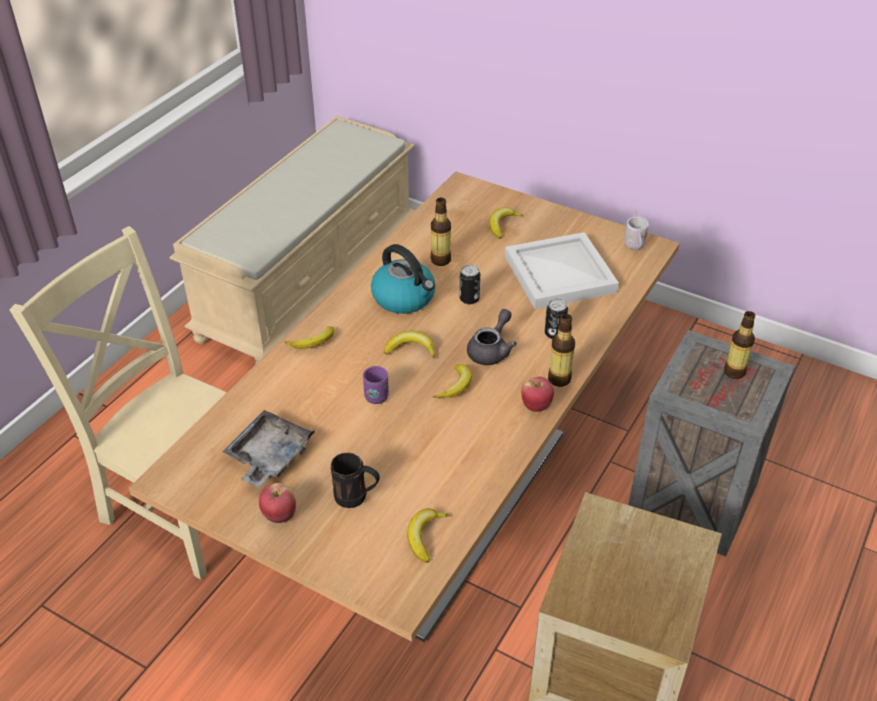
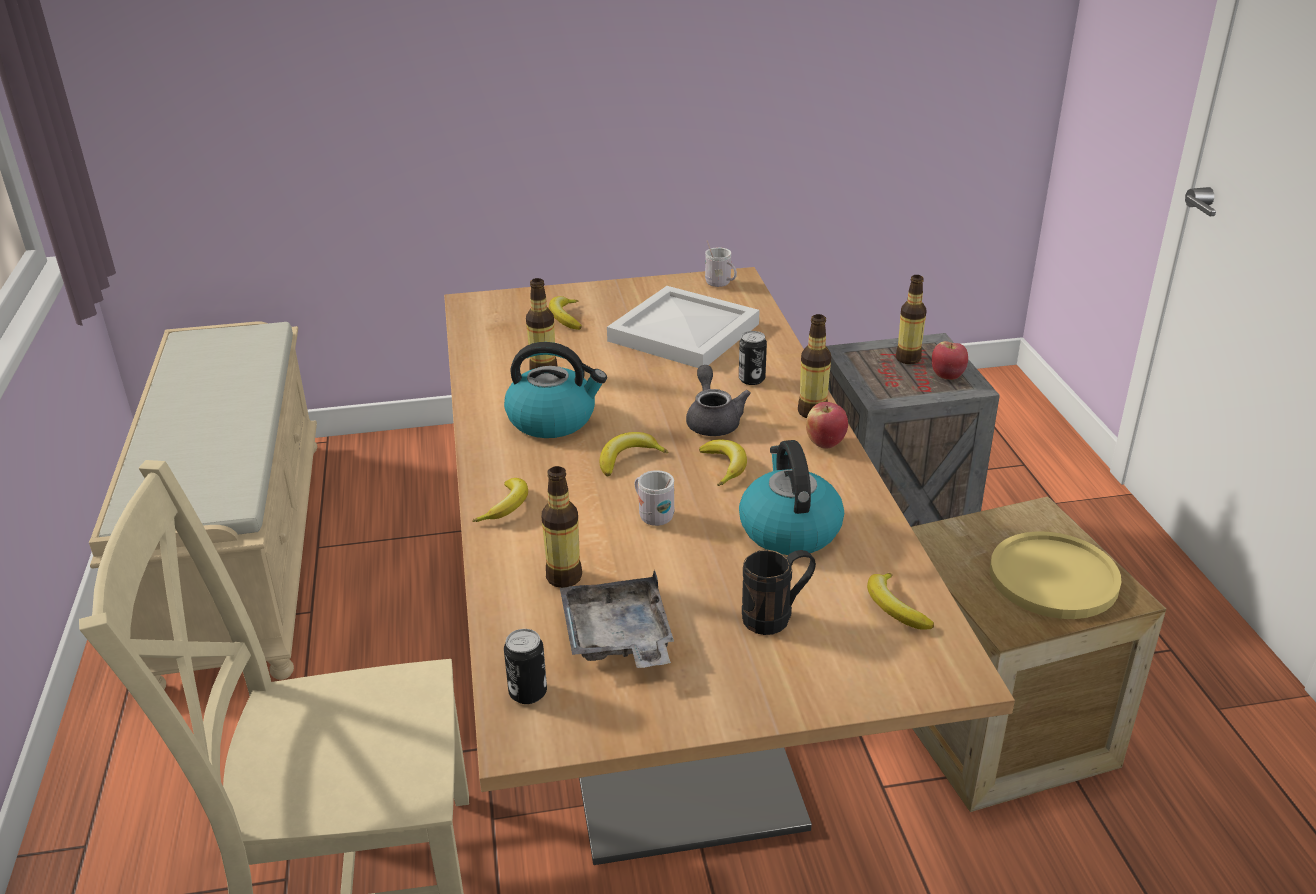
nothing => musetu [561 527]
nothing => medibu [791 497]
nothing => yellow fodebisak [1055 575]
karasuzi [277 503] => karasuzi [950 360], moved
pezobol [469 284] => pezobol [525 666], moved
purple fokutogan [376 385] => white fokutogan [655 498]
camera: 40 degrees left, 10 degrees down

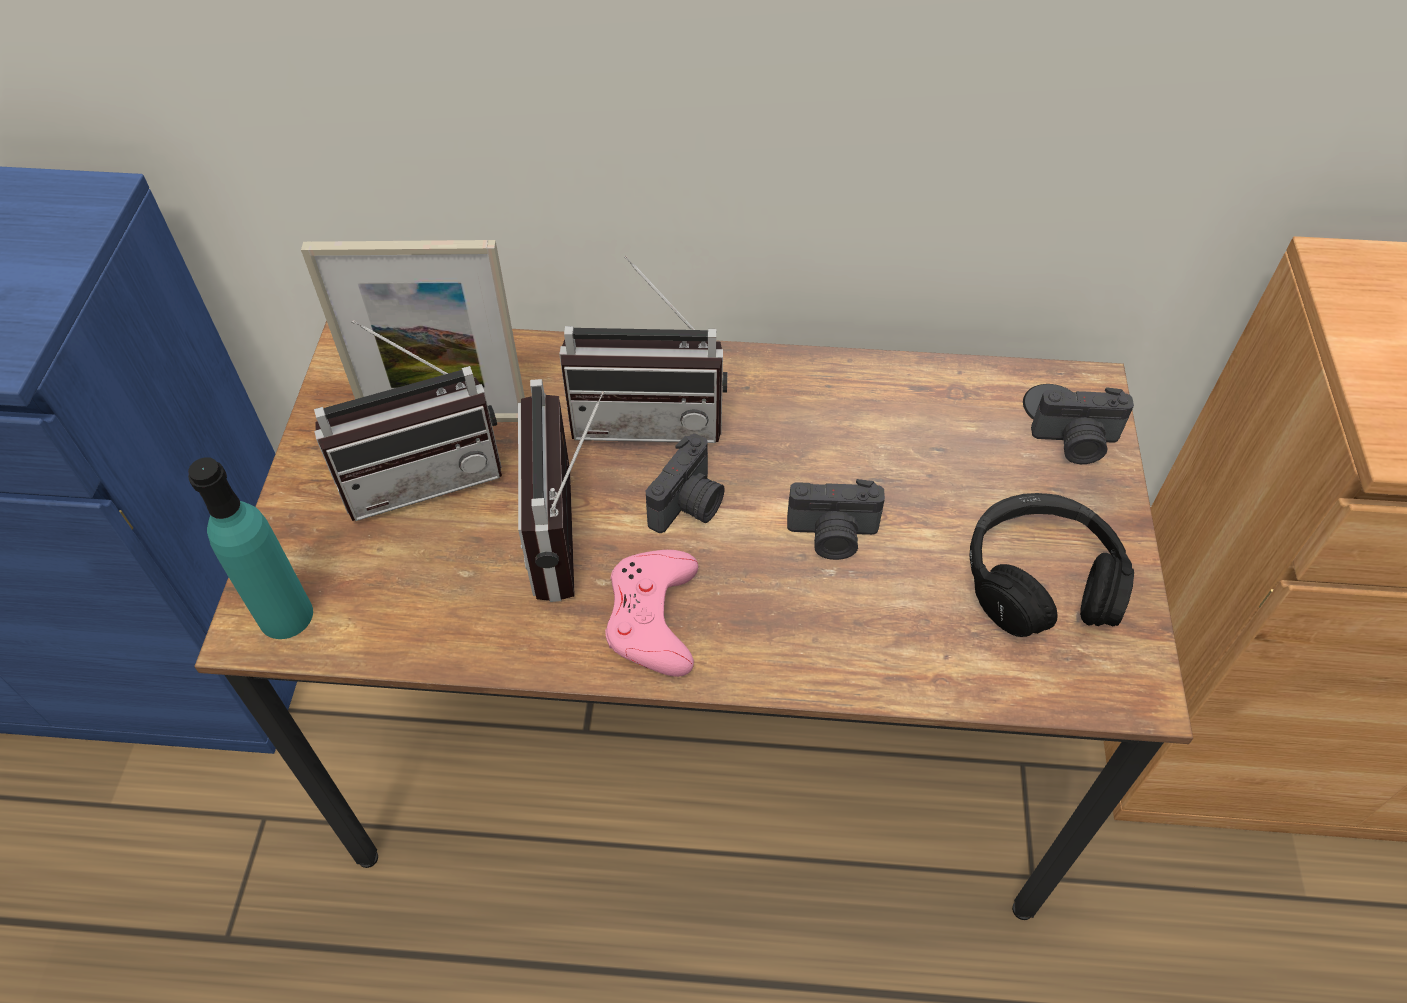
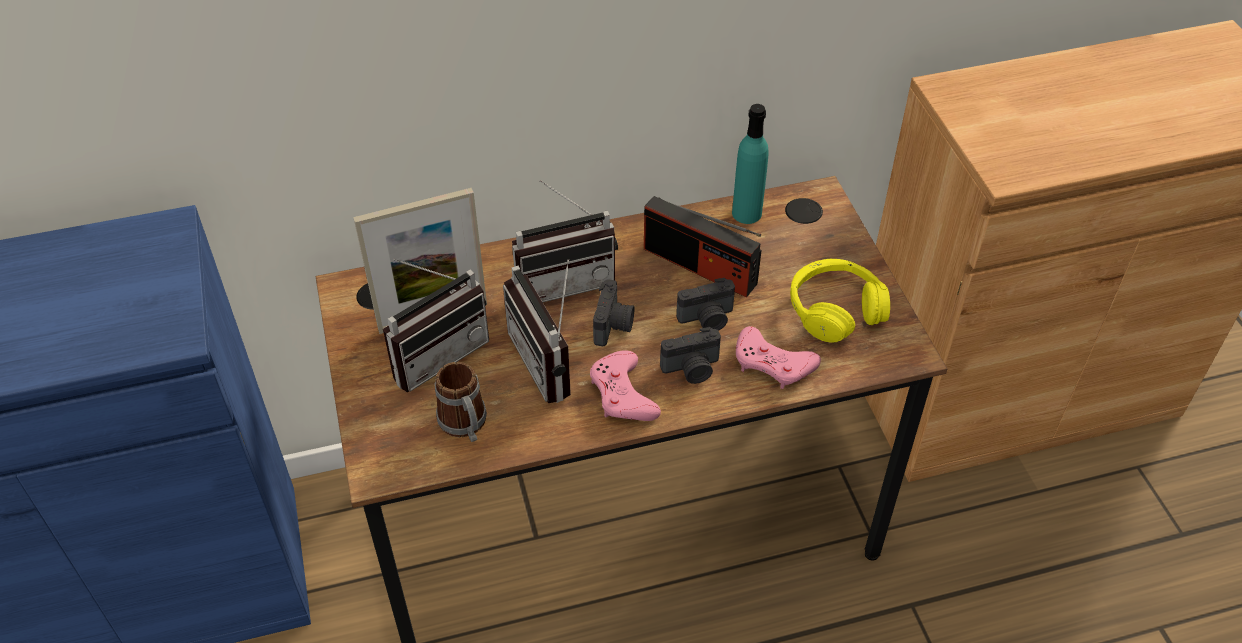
nothing => fokutogan [461 402]
nothing => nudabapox [703 247]
nothing => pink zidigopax [778 357]
turquoise musetu [250 548] => turquoise musetu [750 164], moved
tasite [1082 425] => tasite [690 355], moved
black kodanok [1051 565] => yellow kodanok [840 301]
camera: 20 degrees left, 5 degrees down

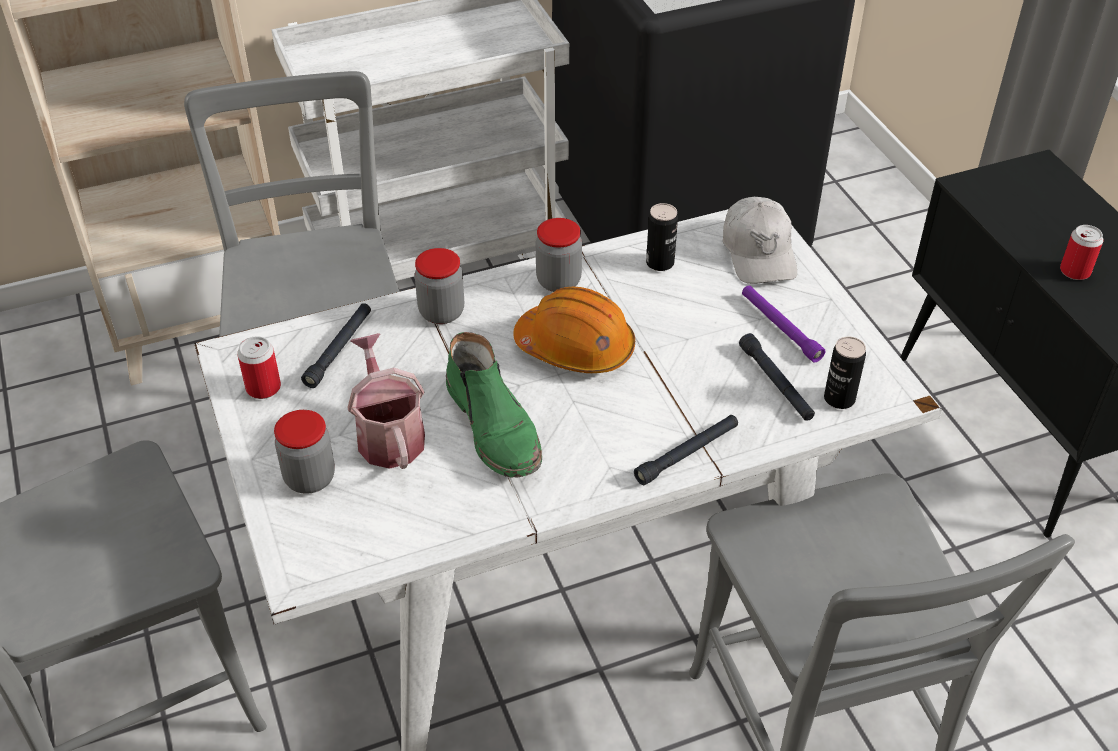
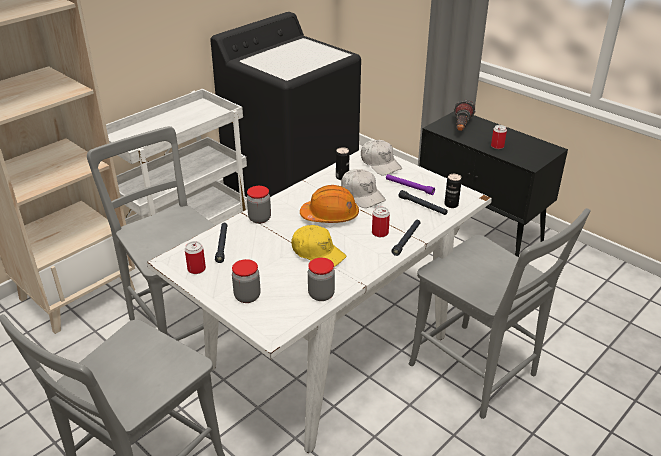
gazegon [386 401] => nothing
nothing => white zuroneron [363 188]
nothing => pezobol [381 222]
nothing => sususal [465 115]
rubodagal [559 255] => rubodagal [321 279], moved
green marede [494 405] => yellow zuroneron [319 246]
camera: 25 degrees left, 10 degrees down

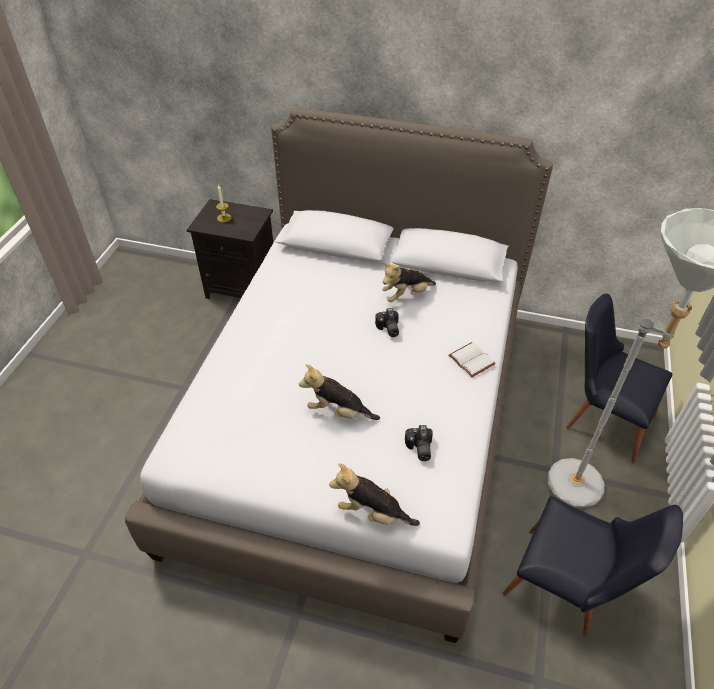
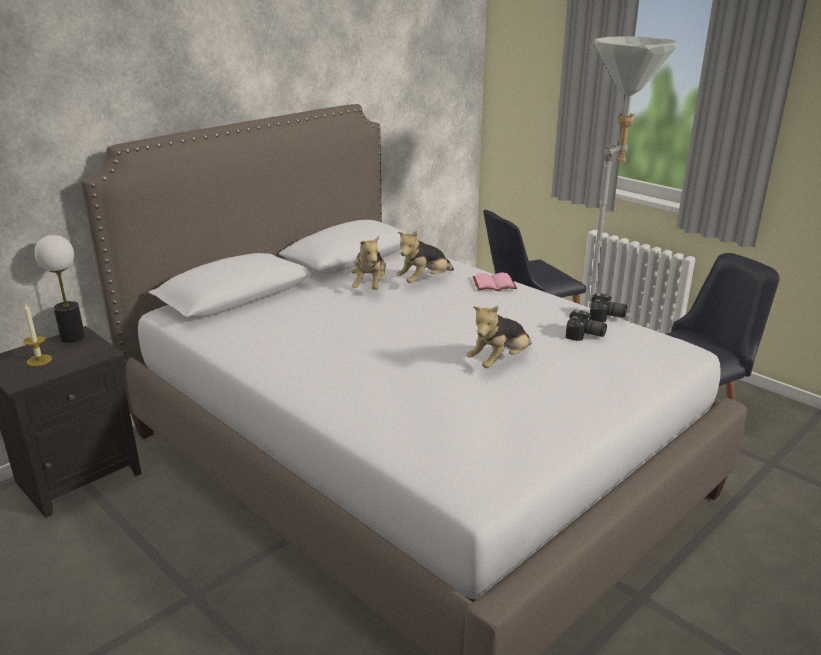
nothing => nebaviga [59 289]
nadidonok [374 494] => nadidonok [425 257], moved
tasite [387 322] => tasite [608 307], moved
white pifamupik [472 359] => pink pifamupik [495 281]
camera: 60 degrees left, 20 degrees down

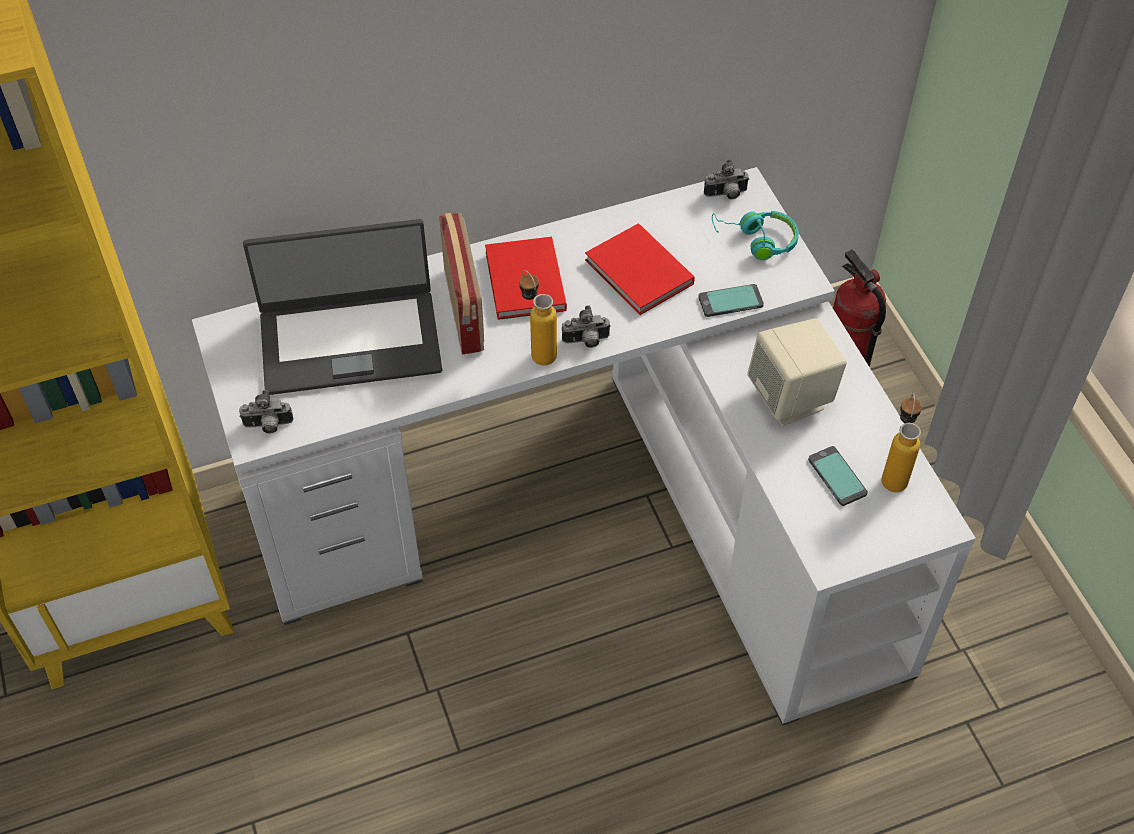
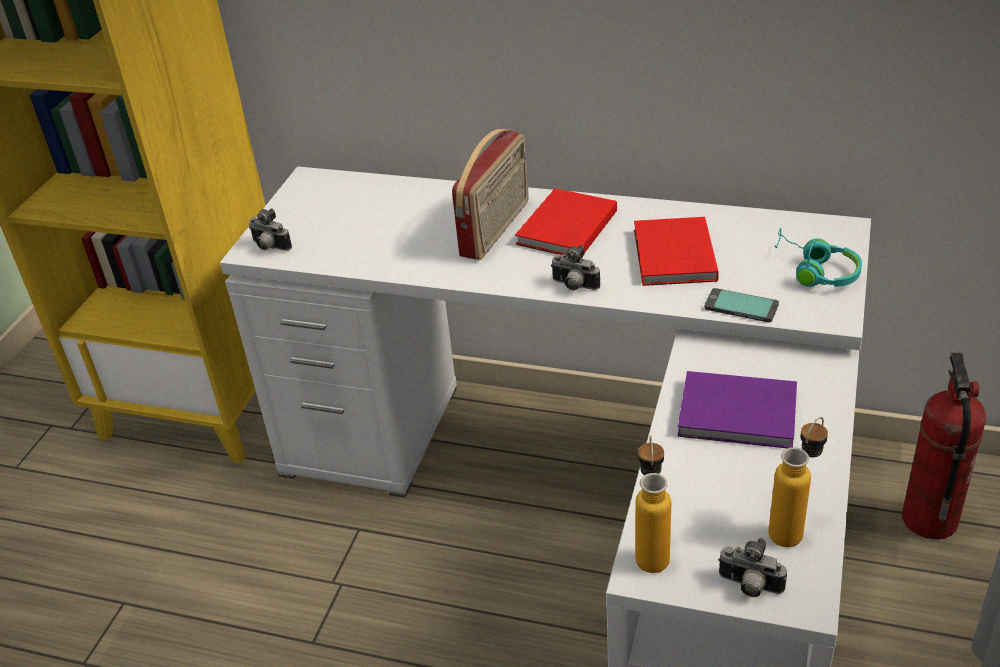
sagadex [342 307] => nothing
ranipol [838 476] => nothing
musetu [538 317] => musetu [653 504], moved
tasite [726 179] => tasite [752 567], moved
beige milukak [797 372] => purple pifamupik [737 409]
camera: 40 degrees right, 15 degrees down

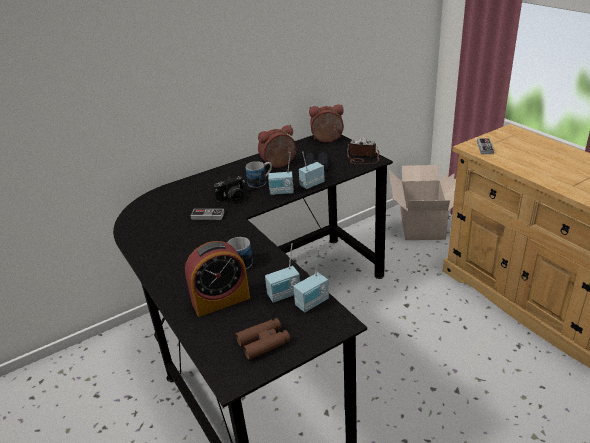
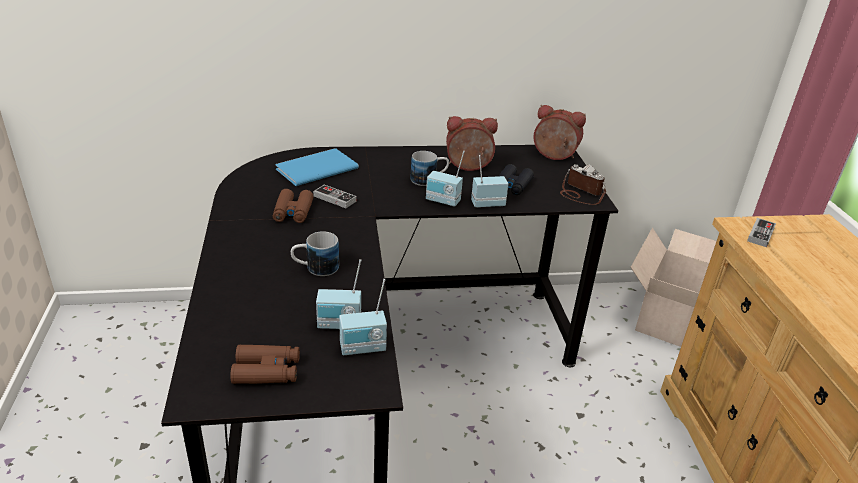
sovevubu [217 279] => nothing
tasite [229 189] => nothing
nothing => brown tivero [293 206]
nothing => blue pifamupik [317 167]
camera: 20 degrees right, 0 degrees up

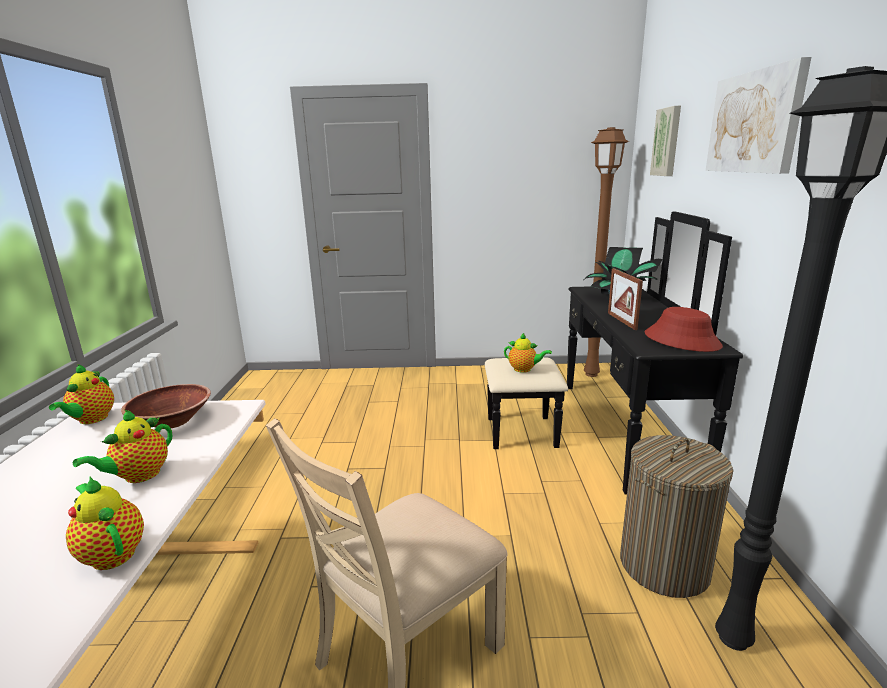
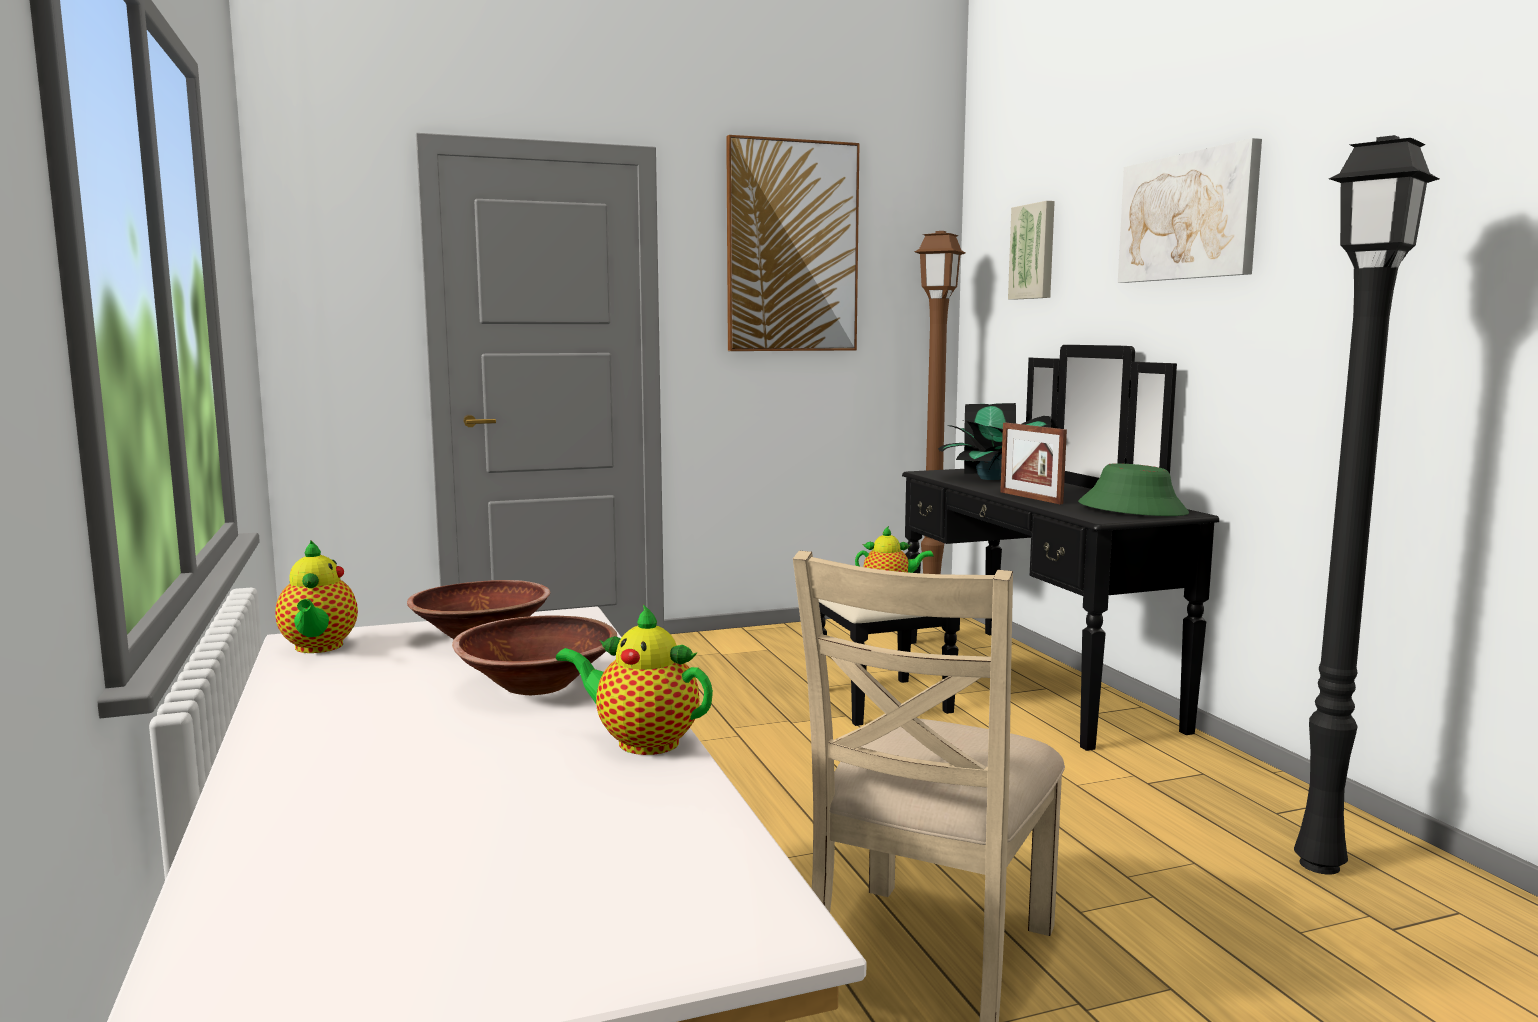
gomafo [677 516] => nothing
nothing => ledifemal [792 243]
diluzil [122 446] => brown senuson [534 655]
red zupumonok [684 329] => green zupumonok [1133 489]
camera: 20 degrees left, 10 degrees down

